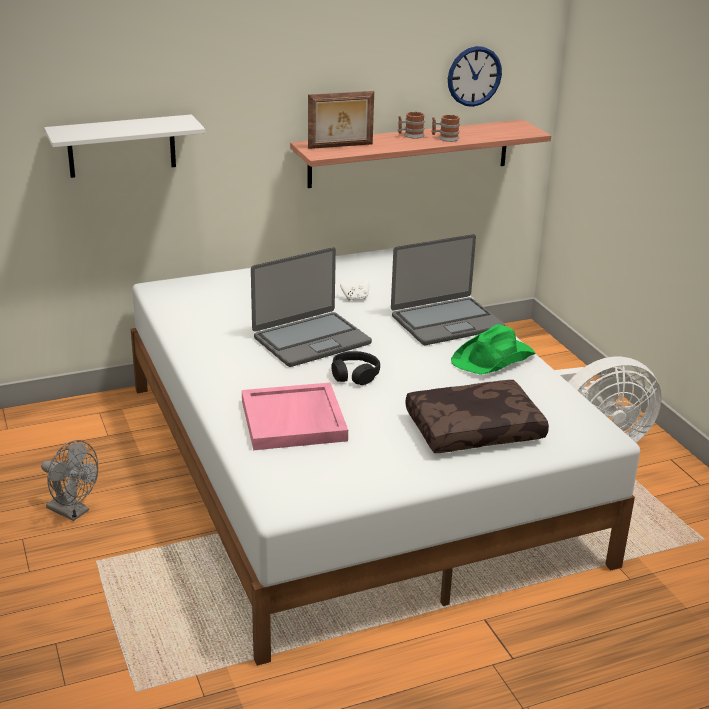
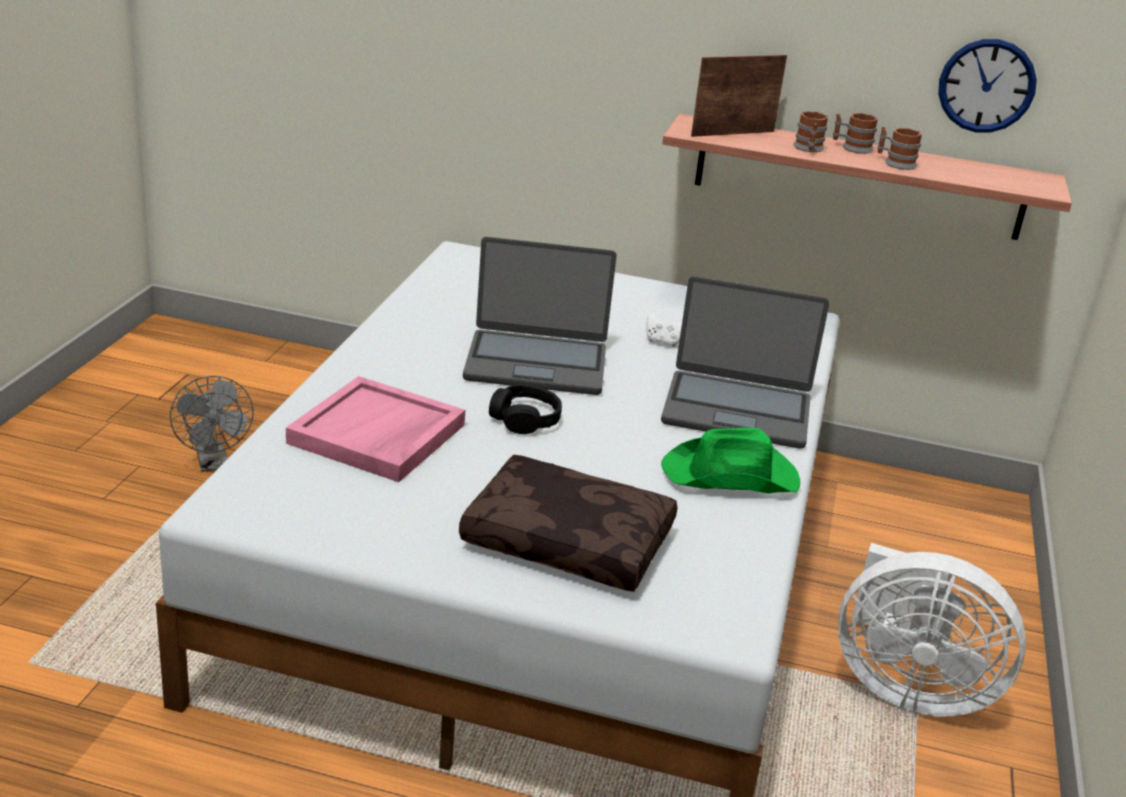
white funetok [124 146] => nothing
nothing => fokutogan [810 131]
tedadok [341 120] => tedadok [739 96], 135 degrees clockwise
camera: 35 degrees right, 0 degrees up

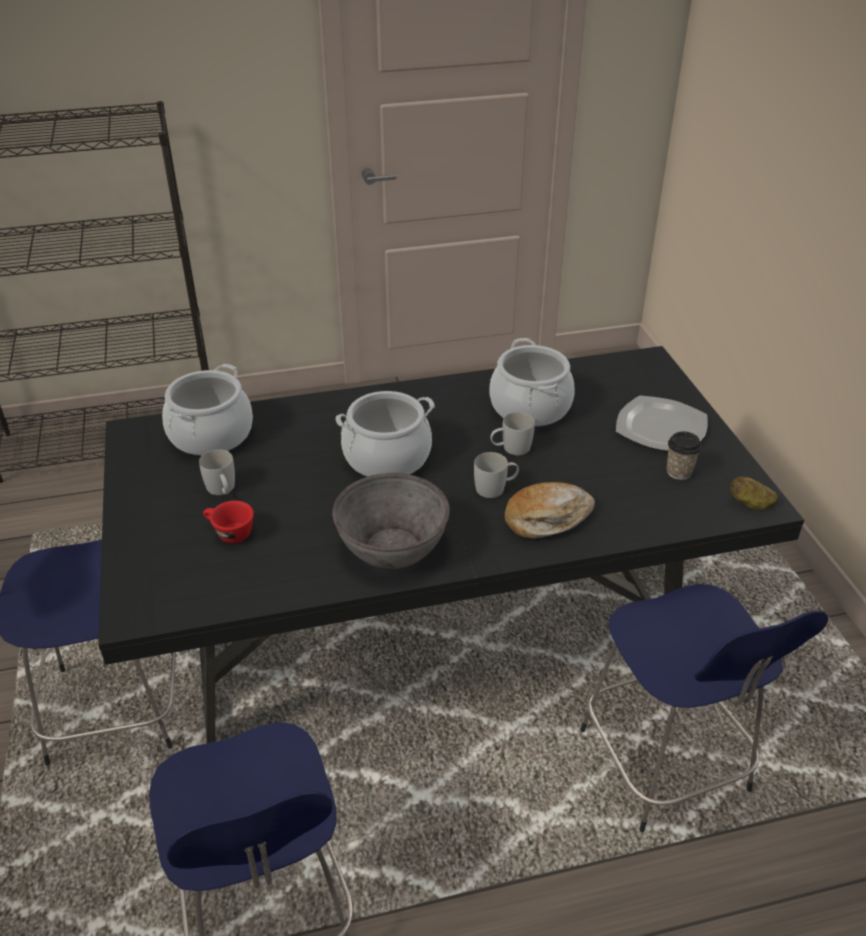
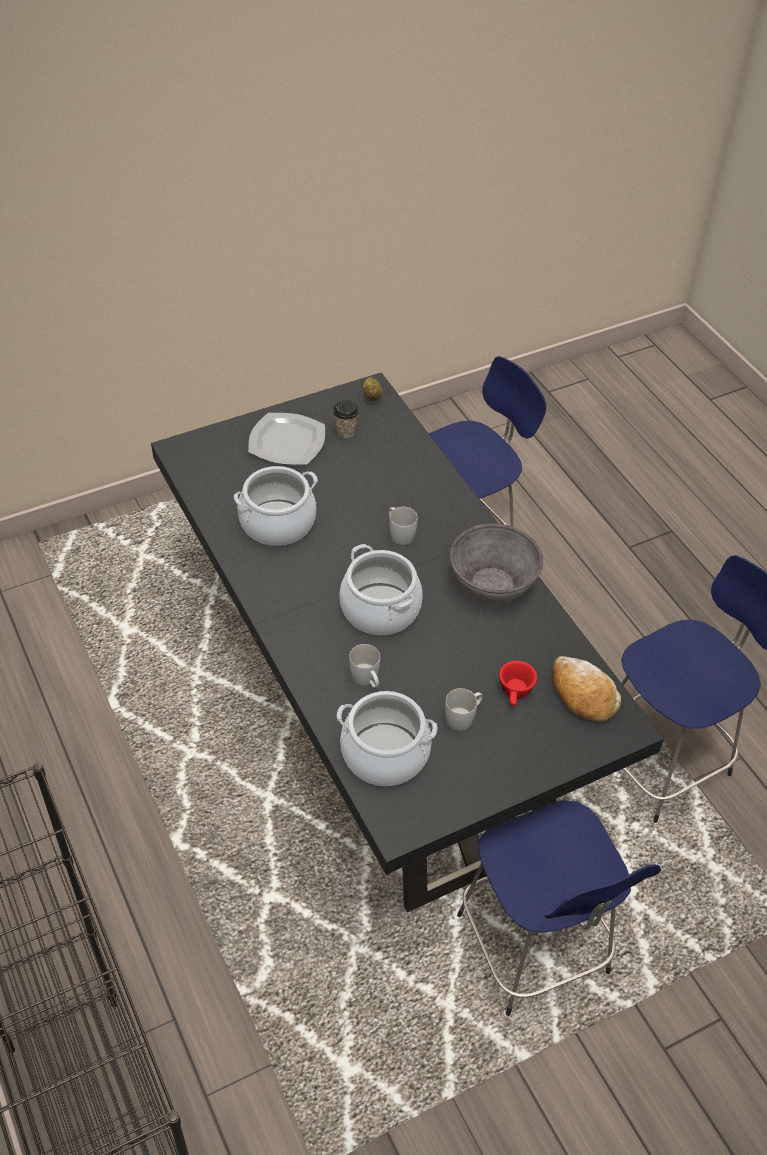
white fokutogan [512 433] => white fokutogan [364 666], moved
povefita [550 510] => povefita [586 689], moved
camera: 105 degrees left, 10 degrees up

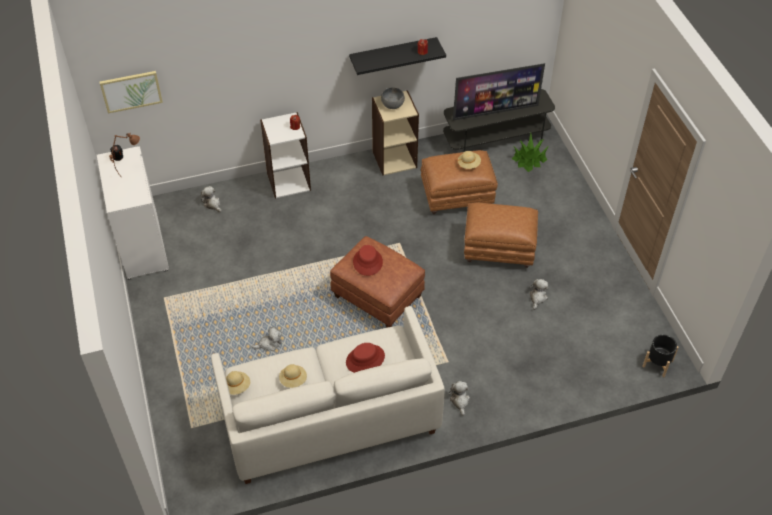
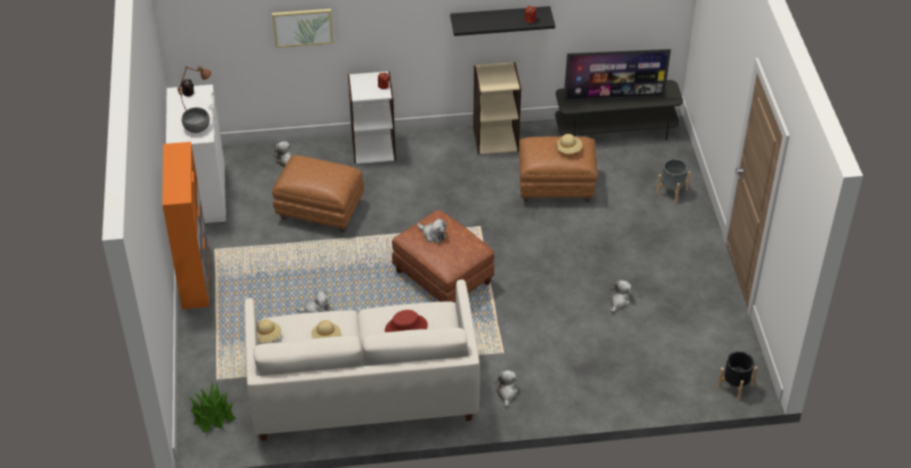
nothing => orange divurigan [185 225]
nothing => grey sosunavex [673 181]
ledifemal [131 92] => ledifemal [302 28], moved
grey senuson [393 98] => grey senuson [196 120], moved
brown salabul [501 235] => brown salabul [318 193], moved
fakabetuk [530 152] => fakabetuk [212 406], moved
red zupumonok [368 260] => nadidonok [432 231]
camera: 10 degrees right, 5 degrees down

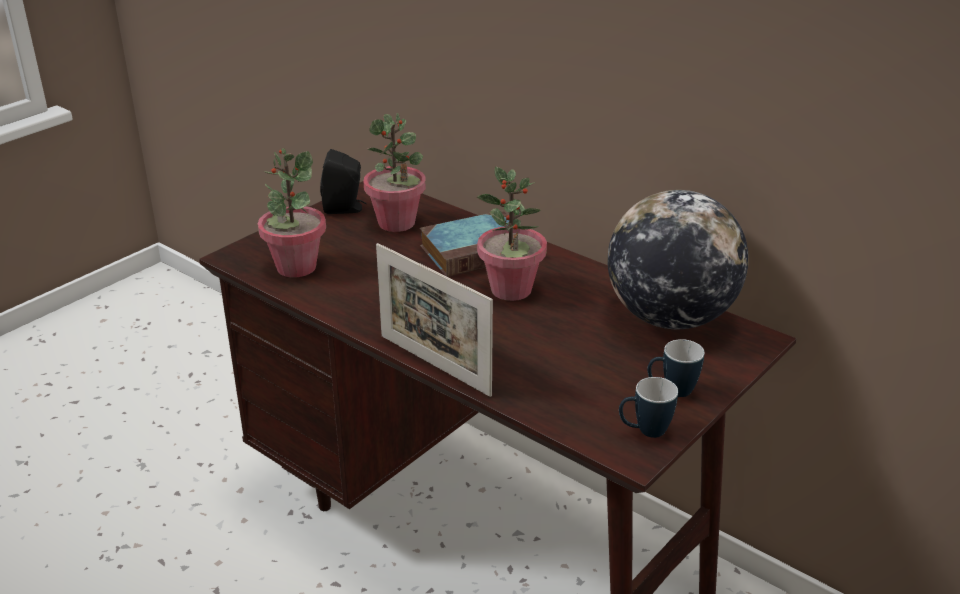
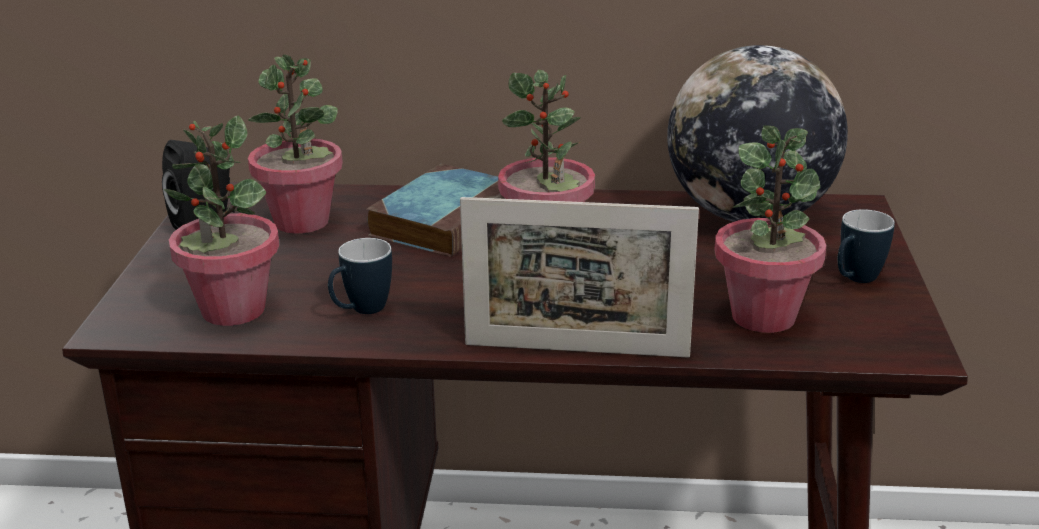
nothing => fakabetuk [770 229]
fokutogan [648 407] => fokutogan [360 276], moved
camera: 35 degrees left, 5 degrees down

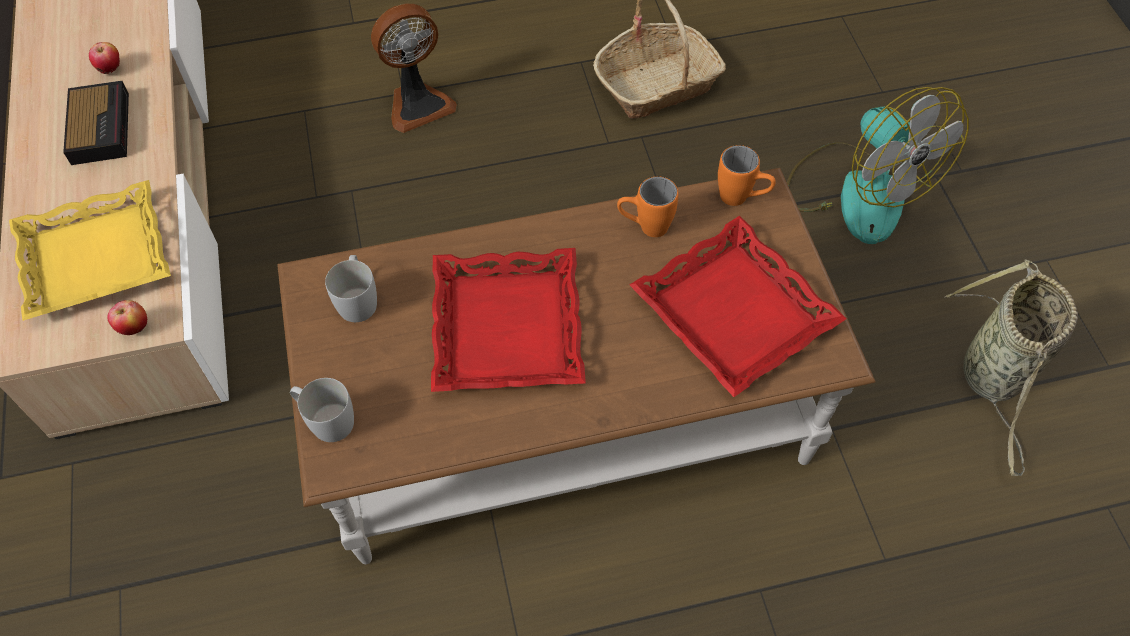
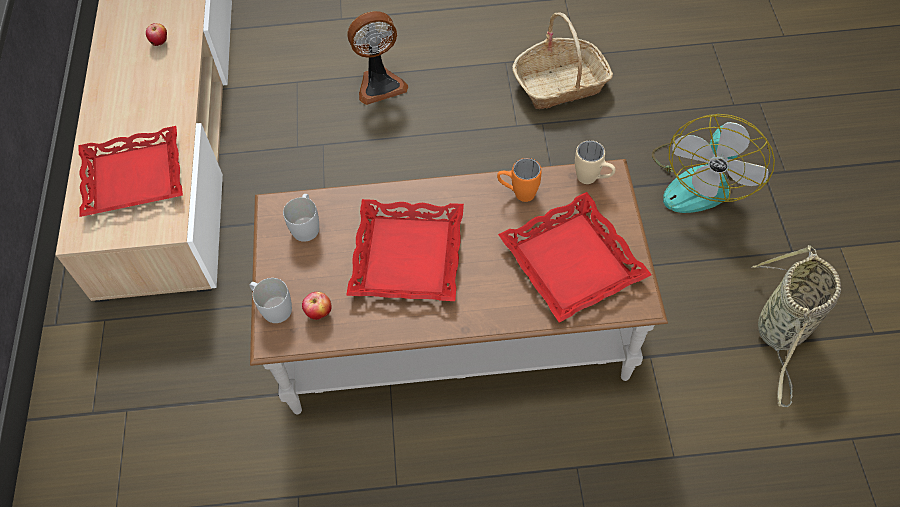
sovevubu [96 123] => nothing
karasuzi [127 317] => karasuzi [317 306], moved
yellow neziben [90 250] => red neziben [130 171]
orange fokutogan [747 175] => beige fokutogan [595 162]
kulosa [878 165] => kulosa [713 163], 45 degrees clockwise
camera: 10 degrees right, 0 degrees up

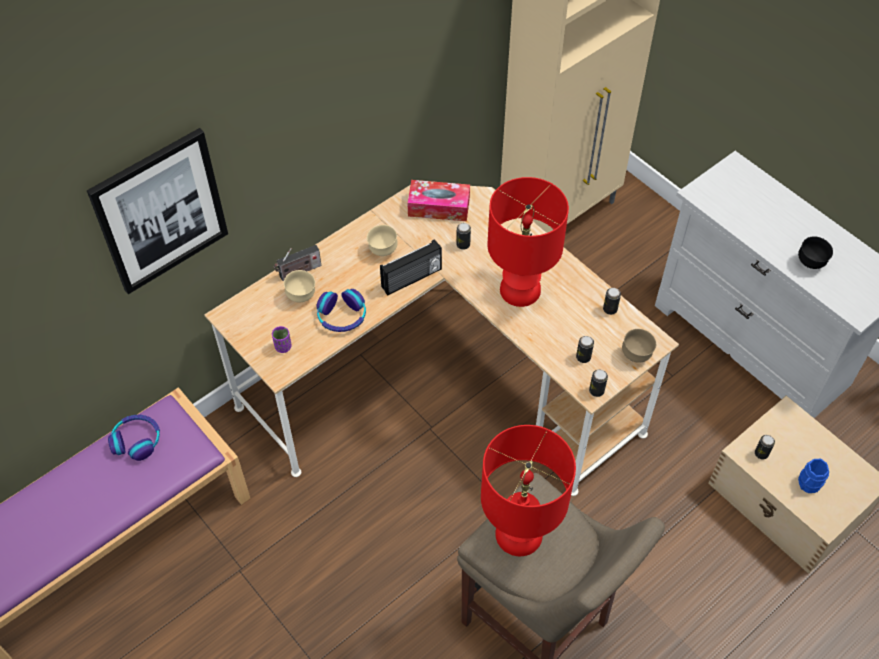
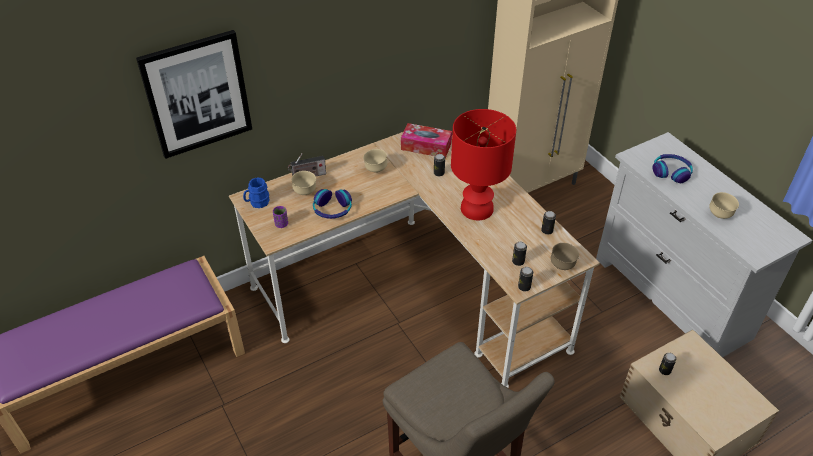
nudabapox [411 267] => nothing
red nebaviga [528 490] => nothing
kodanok [134 438] => kodanok [673 168], moved
blue fokutogan [813 476] => blue fokutogan [256 193], moved
black senuson [815 252] => beige senuson [724 205]
camera: 10 degrees right, 10 degrees down

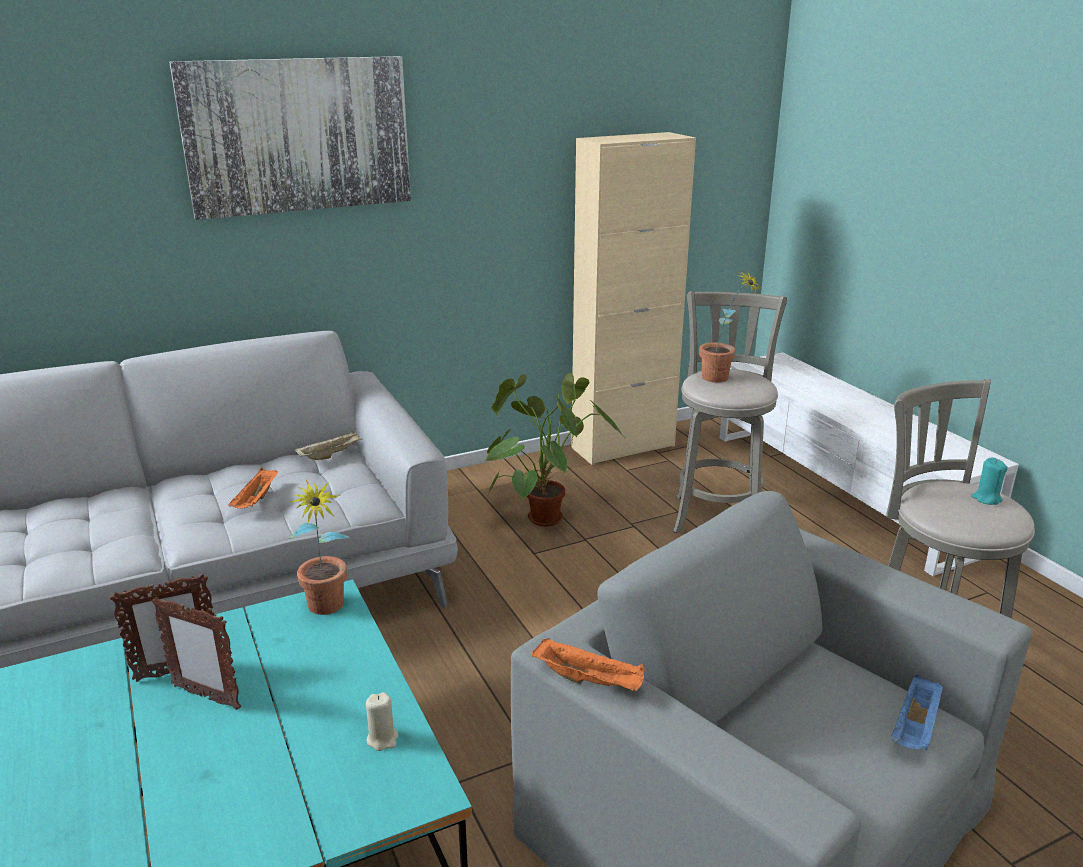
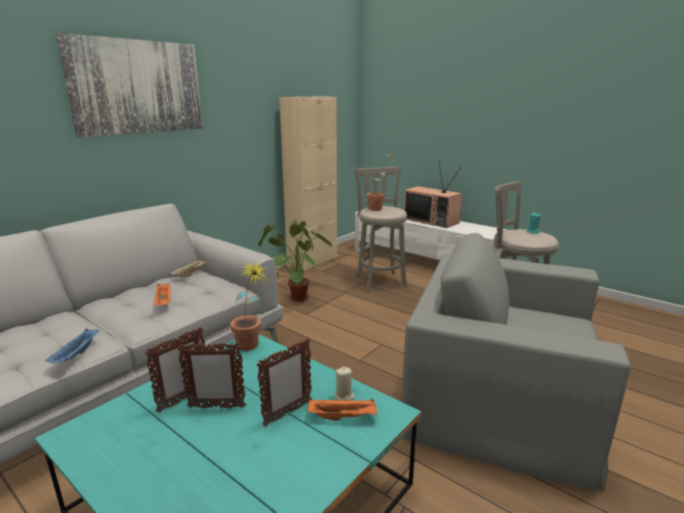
nothing => tedadok [284 382]
nothing => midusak [433 195]
orange neziben [588 664] => orange neziben [342 409], moved
blue neziben [917 712] => blue neziben [72 345], moved
camera: 25 degrees left, 5 degrees down

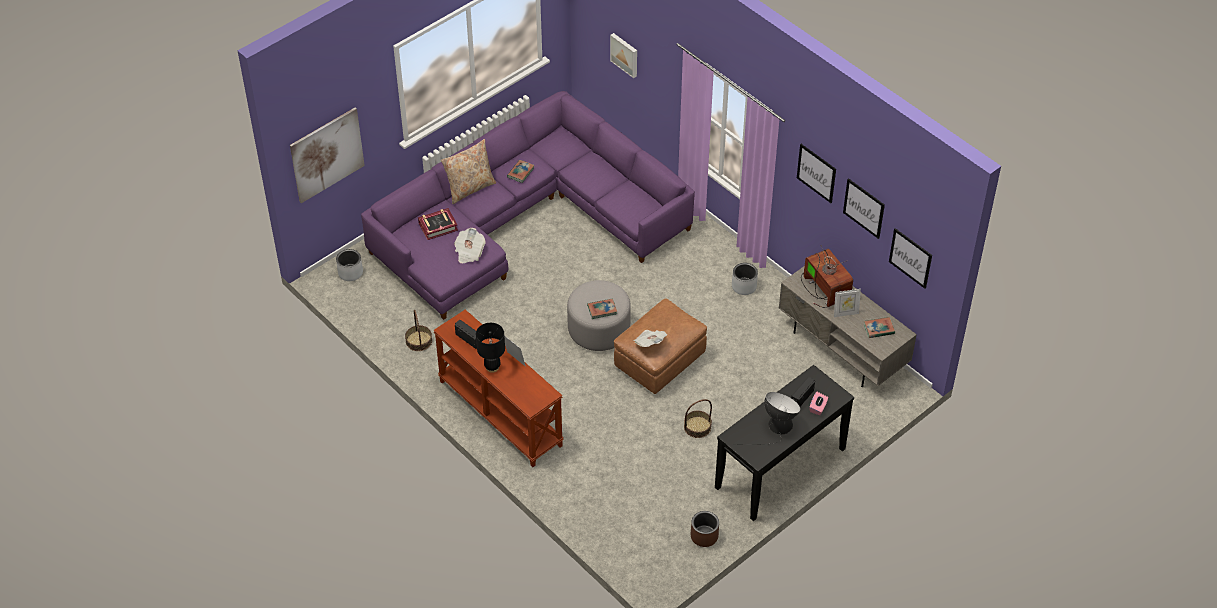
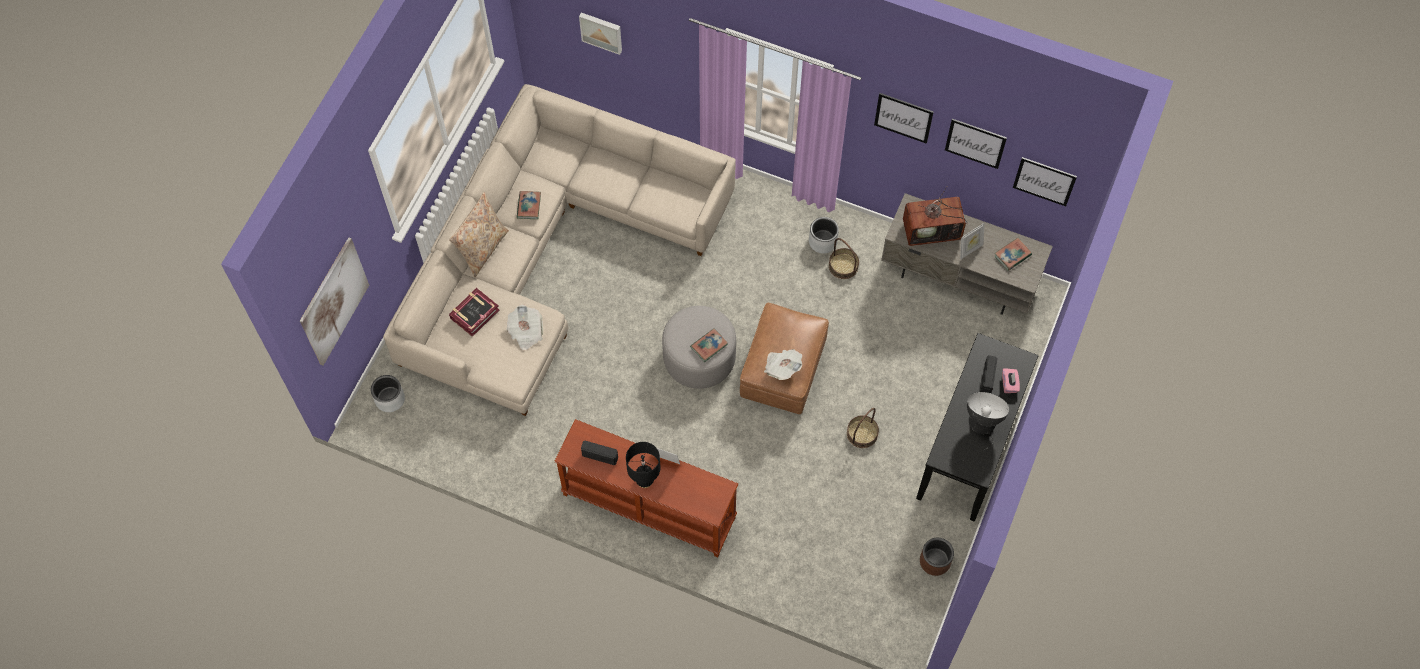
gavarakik [418 330] => gavarakik [844 258], moved
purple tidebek [528 205] => beige tidebek [559 250]
midusak [827 277] => midusak [935 216], 135 degrees clockwise
camera: 25 degrees left, 15 degrees up

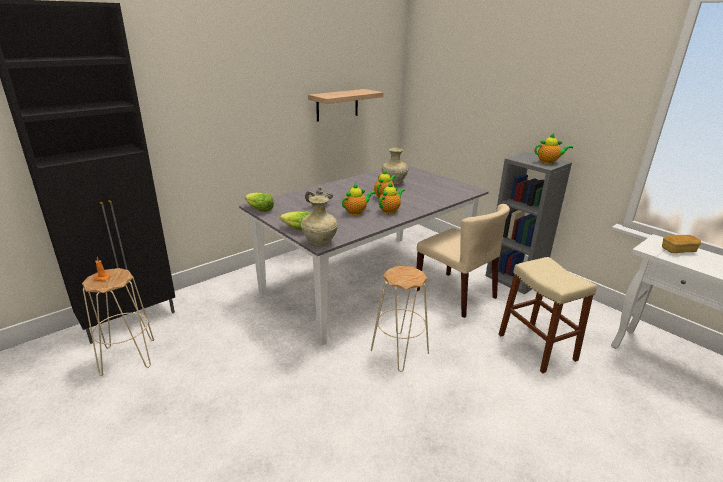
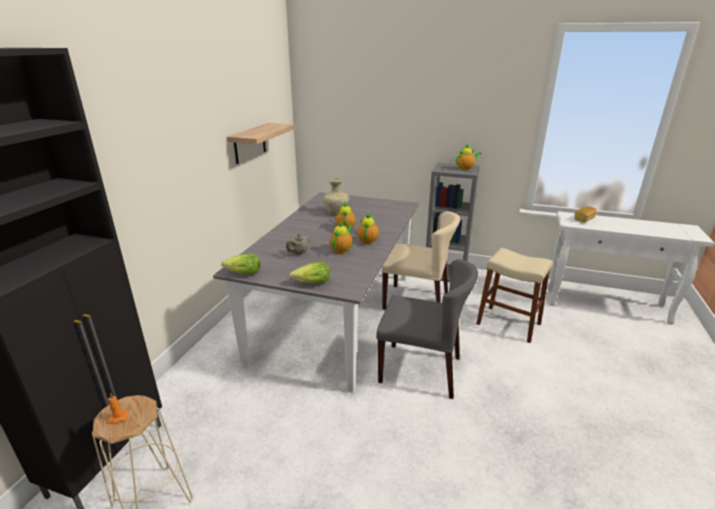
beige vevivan [319 221] => nothing
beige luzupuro [400 319] => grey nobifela [427 329]
camera: 30 degrees left, 0 degrees up

